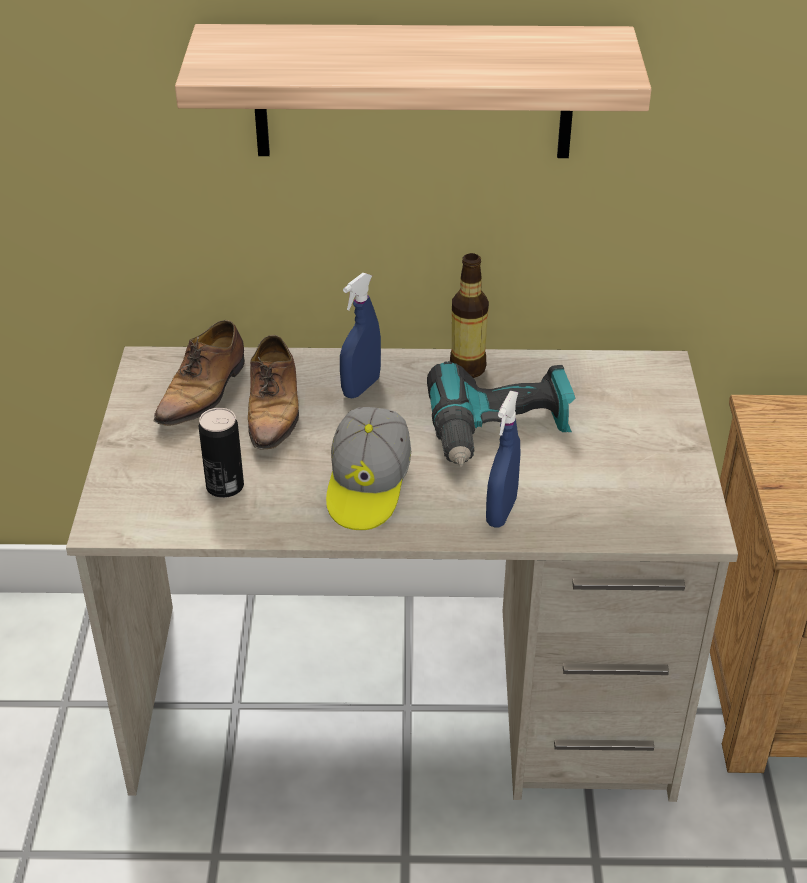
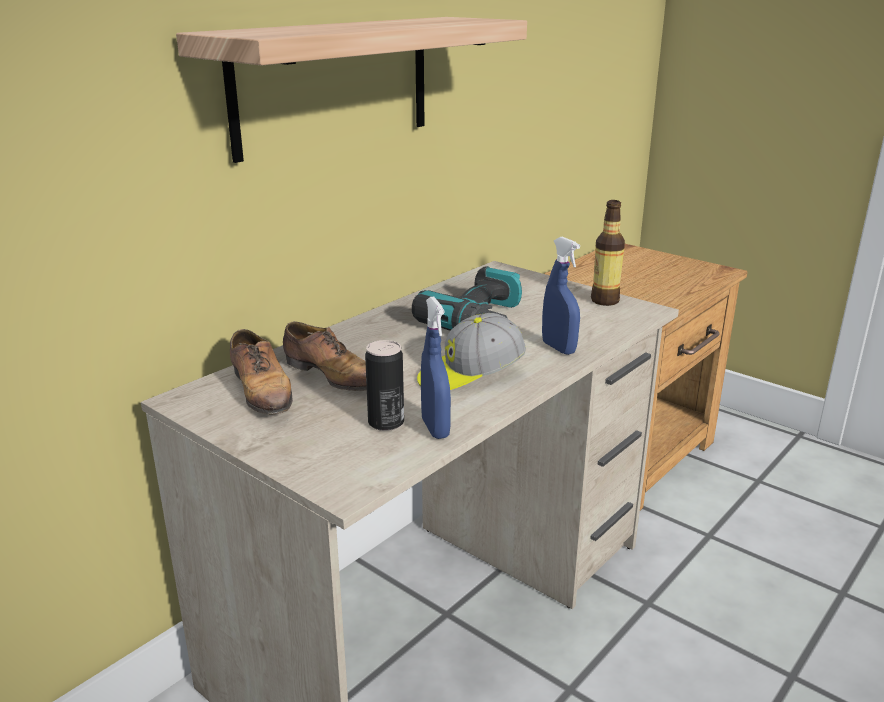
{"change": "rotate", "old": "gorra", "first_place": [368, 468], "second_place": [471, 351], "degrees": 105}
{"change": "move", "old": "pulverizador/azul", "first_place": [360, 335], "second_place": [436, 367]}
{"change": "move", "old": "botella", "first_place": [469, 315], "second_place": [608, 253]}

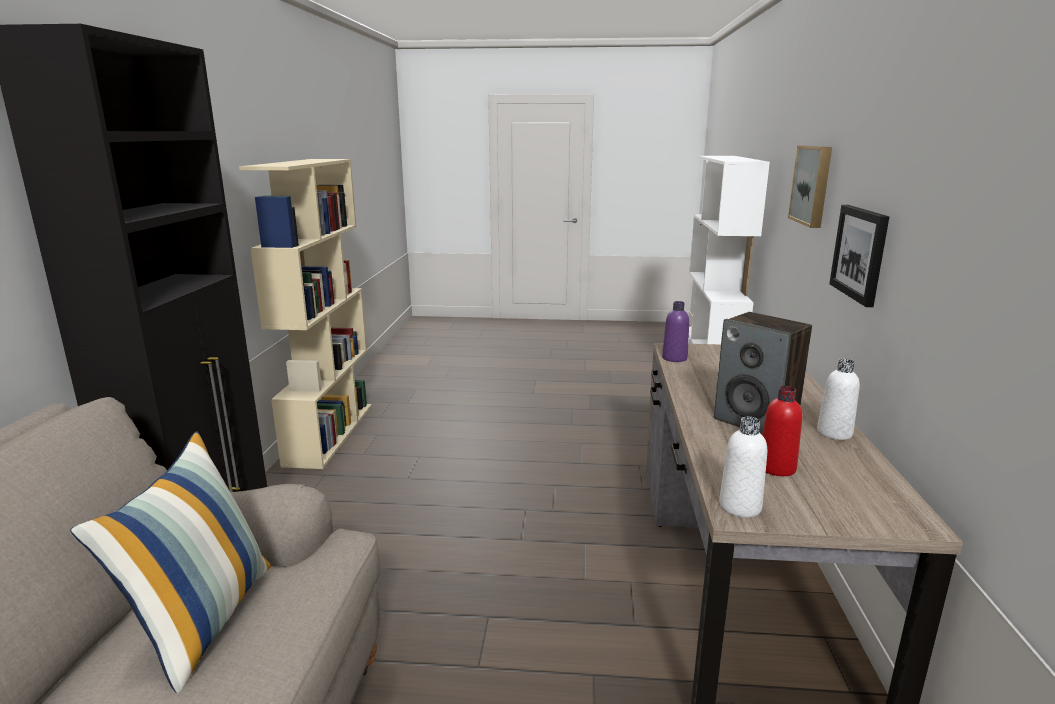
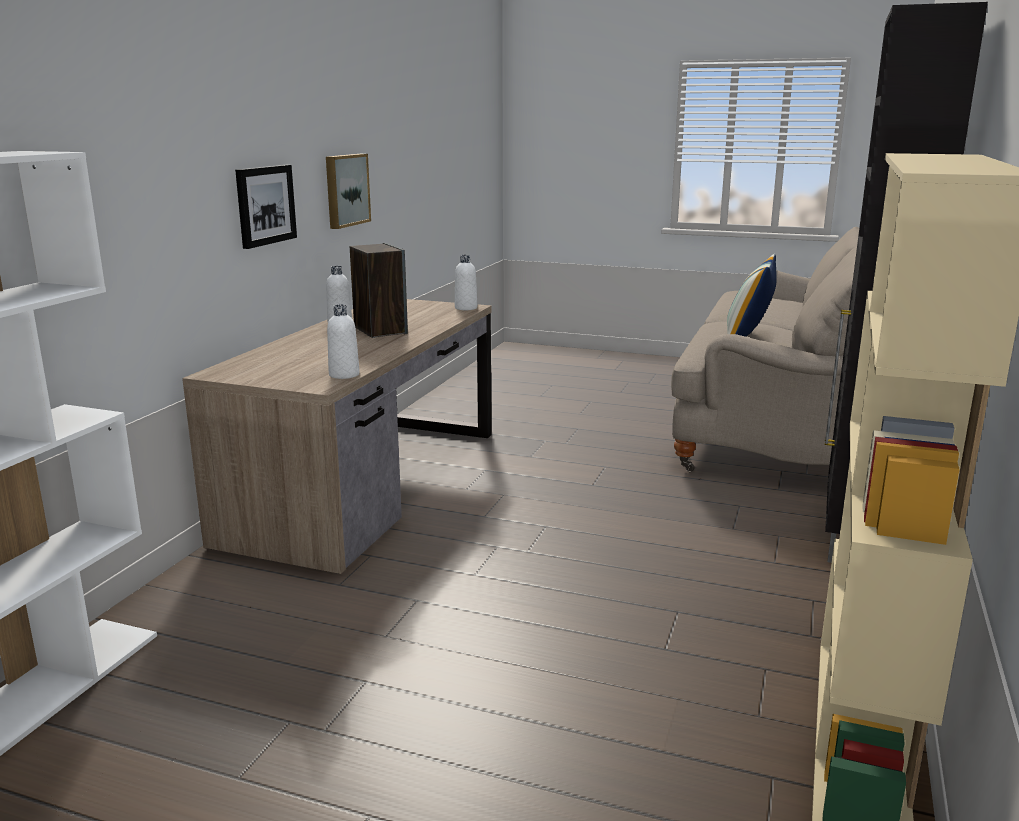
{"change": "recolor", "old": "botella/morado", "new": "botella/blanco", "first_place": [675, 331], "second_place": [343, 341]}
{"change": "delete", "old": "botella/rojo", "first_place": [782, 431]}
{"change": "move", "old": "cuadro", "first_place": [810, 186], "second_place": [348, 191]}

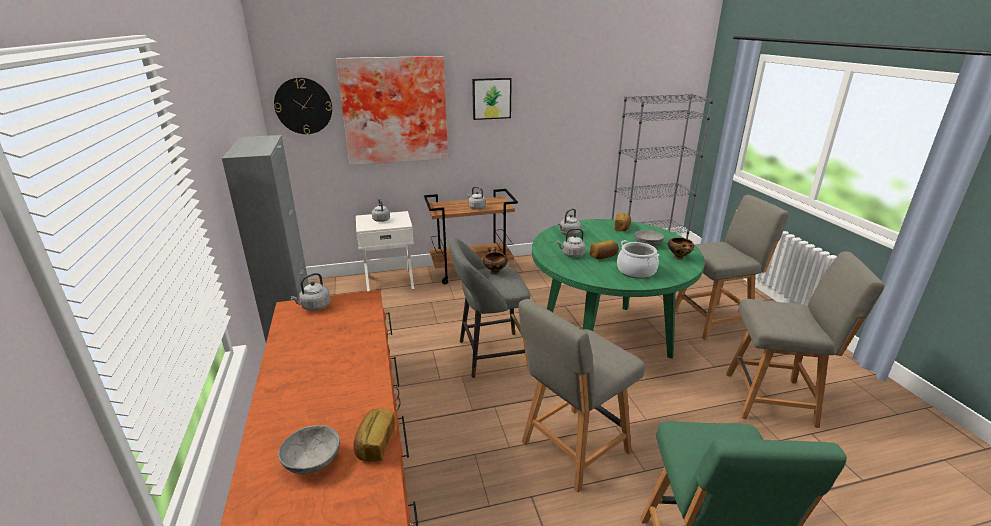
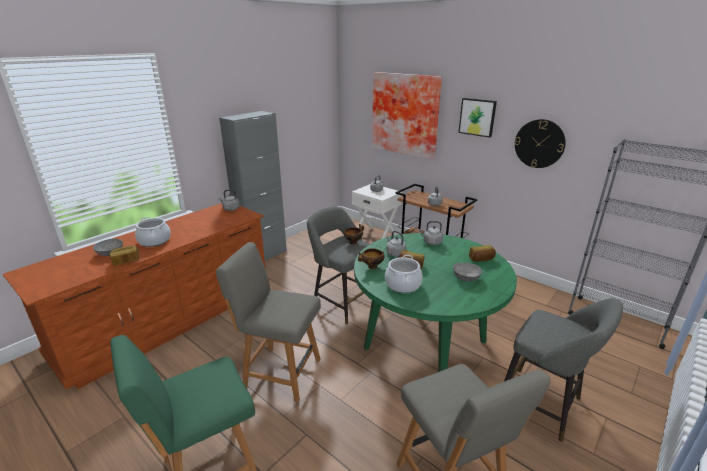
{"change": "move", "old": "reloj de pared", "first_place": [303, 106], "second_place": [540, 143]}
{"change": "move", "old": "cuenco", "first_place": [681, 249], "second_place": [371, 258]}
{"change": "replace", "old": "silla/gris", "new": "taburete/gris", "first_place": [732, 267], "second_place": [563, 370]}
{"change": "insert", "new": "olla", "second_place": [153, 232]}

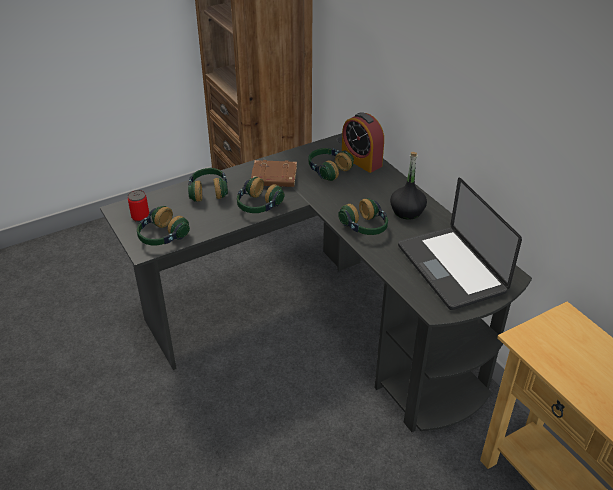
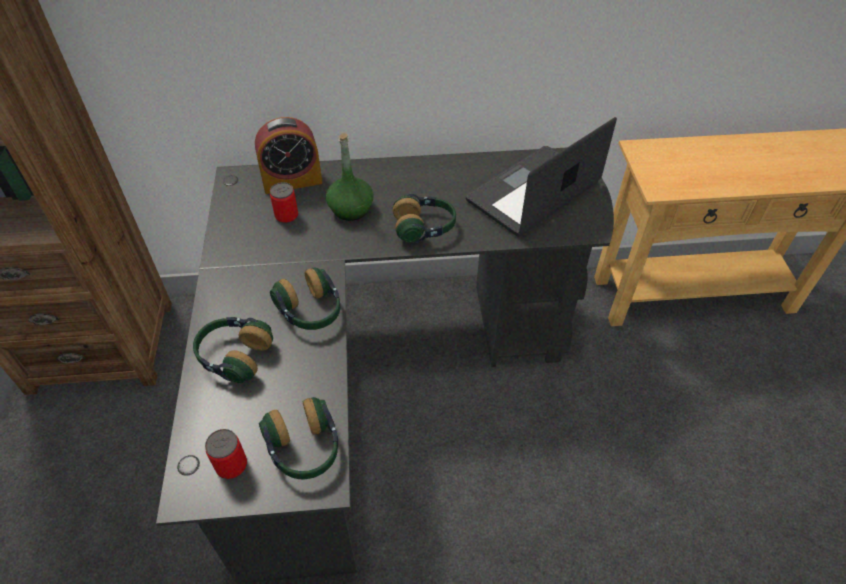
{"change": "delete", "old": "libro/marrón", "first_place": [274, 173]}
{"change": "replace", "old": "auriculares", "new": "lata", "first_place": [331, 164], "second_place": [284, 203]}
{"change": "delete", "old": "botella/negro", "first_place": [408, 186]}
{"change": "rotate", "old": "portátil", "first_place": [460, 244], "second_place": [541, 177], "degrees": 135}
{"change": "insert", "new": "botella/verde", "second_place": [350, 177]}

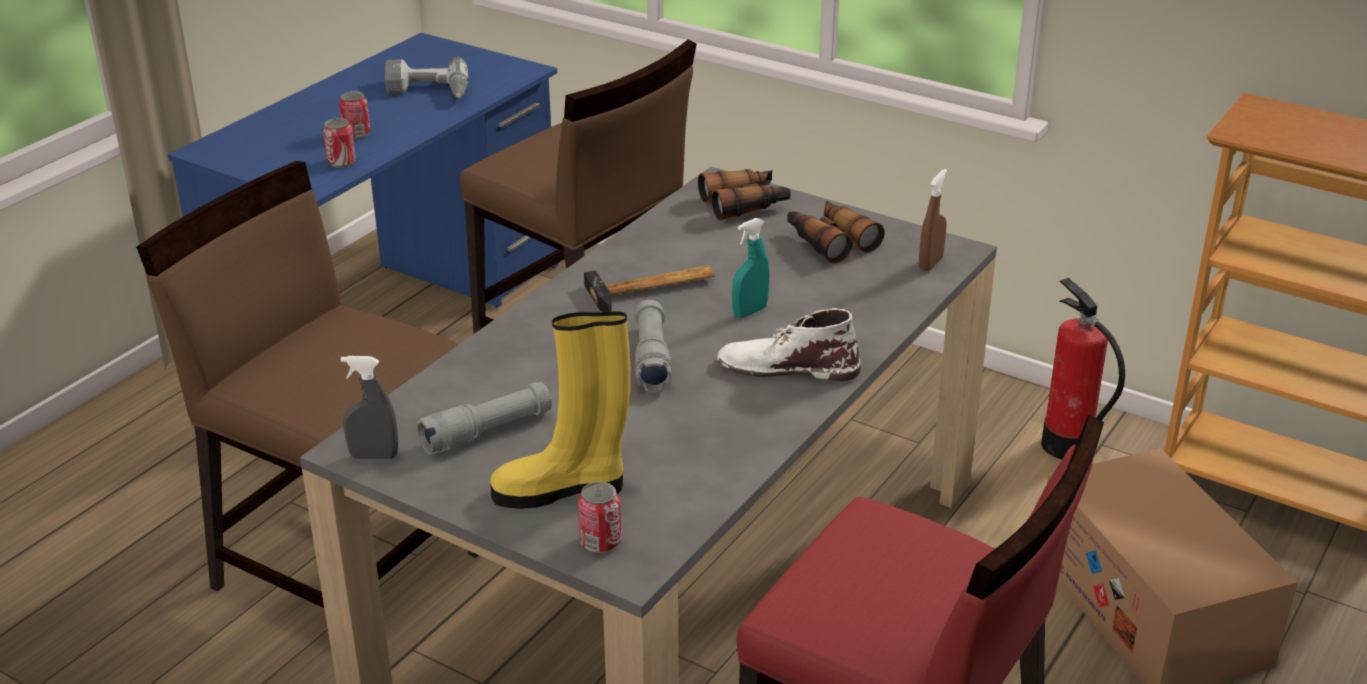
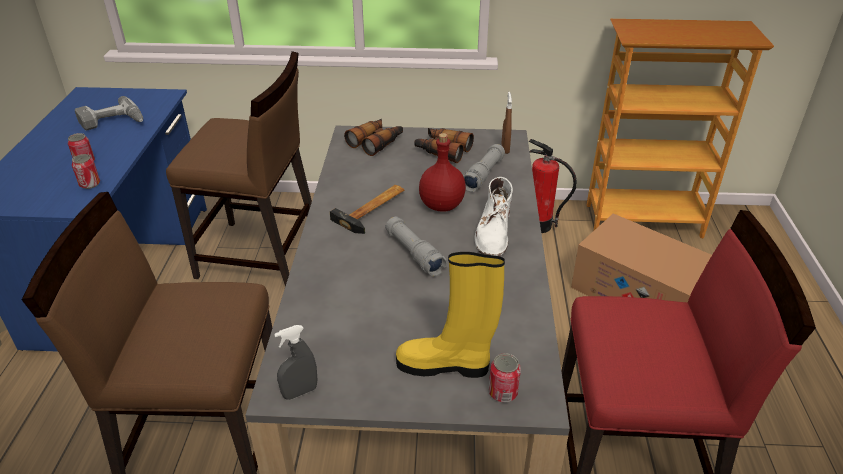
{"change": "move", "old": "linterna/gris", "first_place": [484, 418], "second_place": [484, 168]}
{"change": "rotate", "old": "bota/amarillo", "first_place": [560, 410], "second_place": [450, 315], "degrees": 45}
{"change": "rotate", "old": "bota/blanco", "first_place": [789, 344], "second_place": [493, 216], "degrees": -60}
{"change": "replace", "old": "pulverizador/turquesa", "new": "botella/rojo", "first_place": [751, 268], "second_place": [442, 172]}

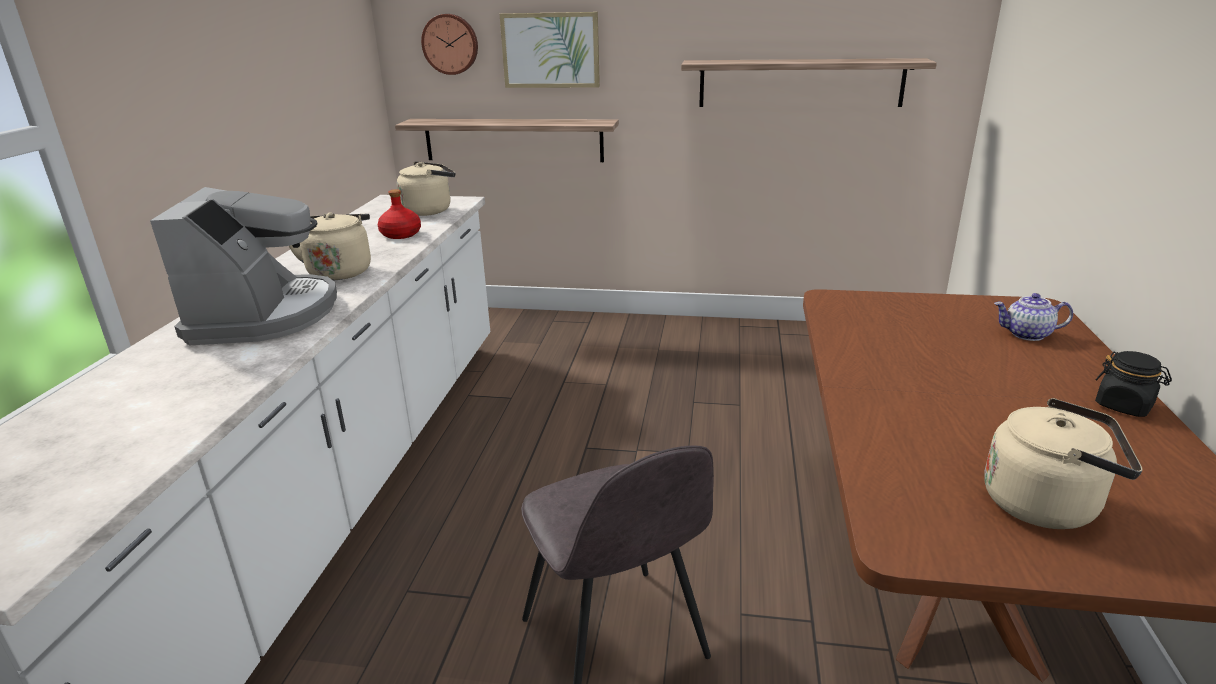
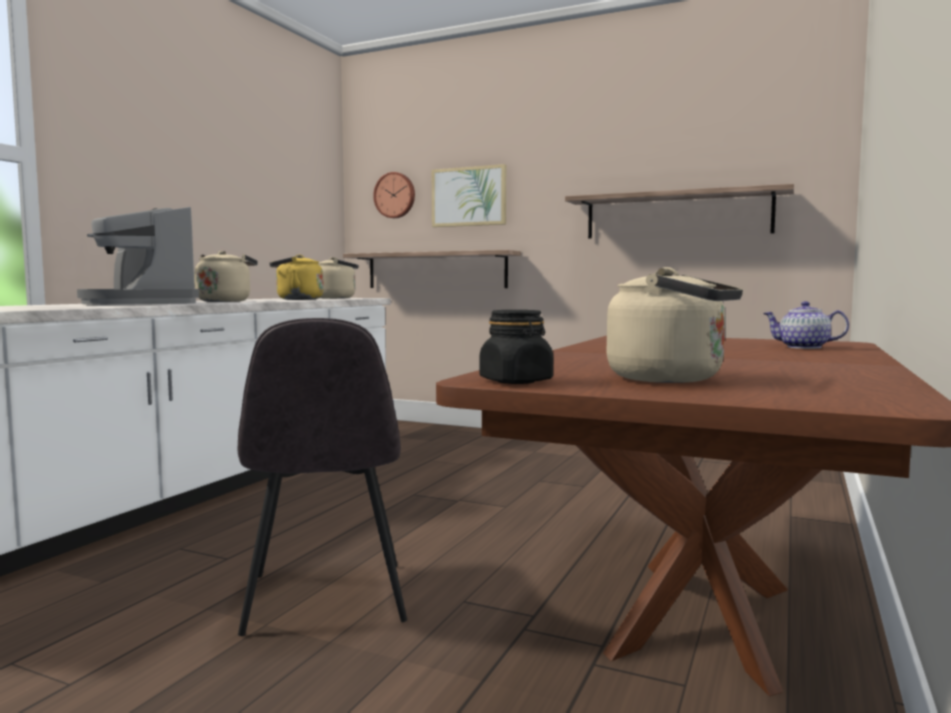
{"change": "rotate", "old": "cafetera", "first_place": [243, 266], "second_place": [138, 256], "degrees": 135}
{"change": "replace", "old": "botella/rojo", "new": "hervidor/amarillo", "first_place": [399, 214], "second_place": [296, 277]}
{"change": "move", "old": "tarro/negro", "first_place": [1133, 384], "second_place": [516, 347]}

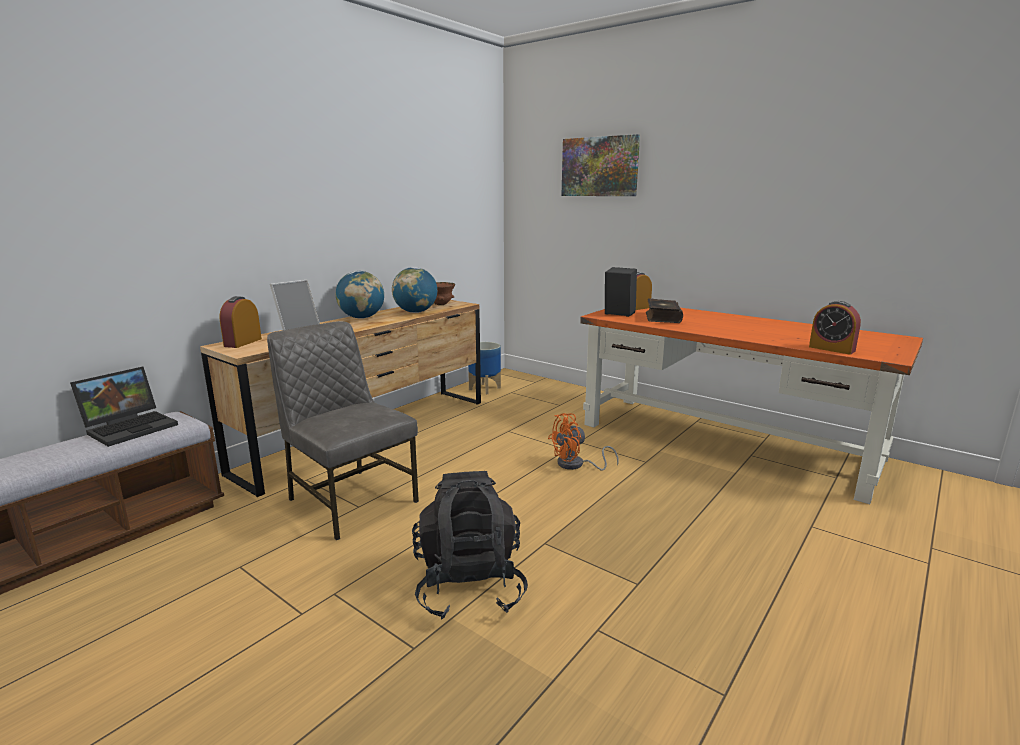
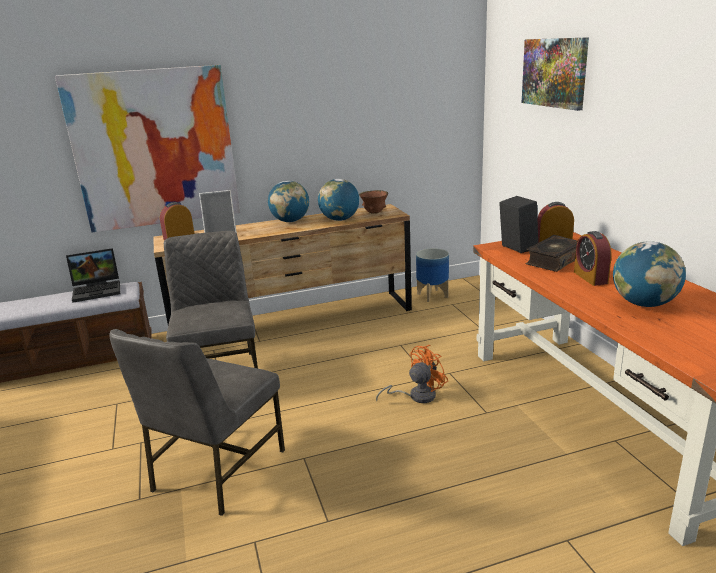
{"change": "replace", "old": "mochila/negro", "new": "silla/gris", "first_place": [470, 545], "second_place": [197, 422]}
{"change": "rotate", "old": "ventilador/naranja", "first_place": [583, 442], "second_place": [412, 374], "degrees": 135}
{"change": "move", "old": "despertador", "first_place": [835, 327], "second_place": [593, 258]}
{"change": "insert", "new": "cuadro", "second_place": [147, 148]}
{"change": "insert", "new": "globo terráqueo", "second_place": [649, 274]}

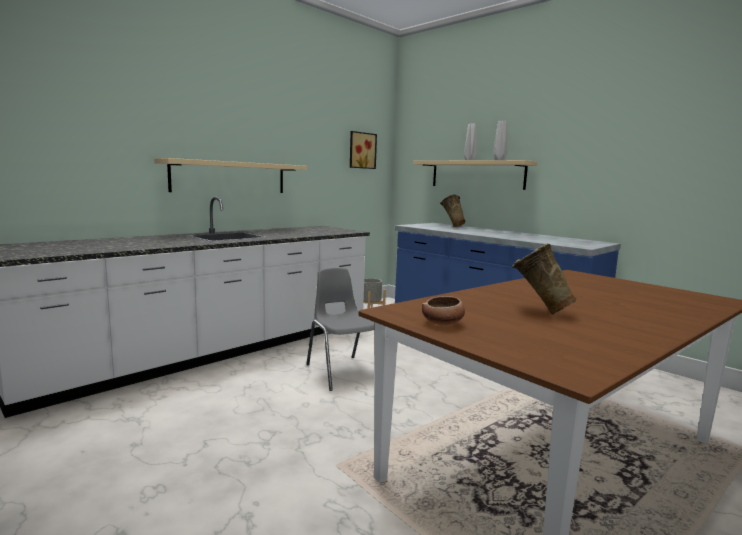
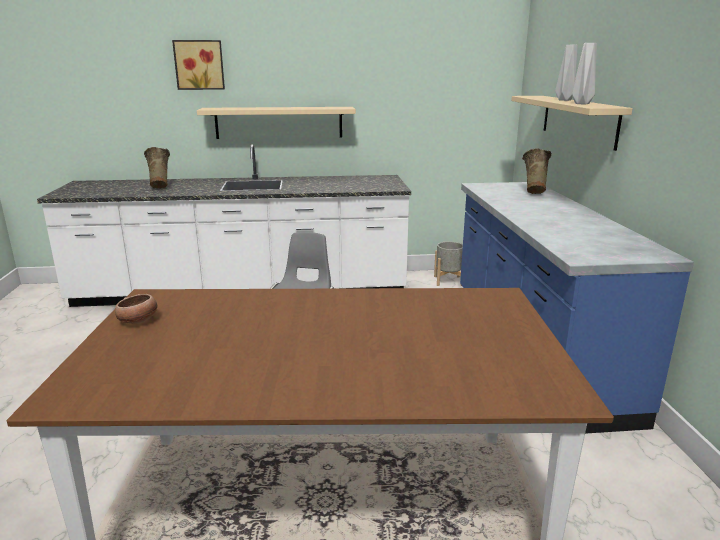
{"change": "move", "old": "cuadro", "first_place": [363, 150], "second_place": [198, 65]}
{"change": "move", "old": "florero/beis", "first_place": [544, 279], "second_place": [157, 168]}

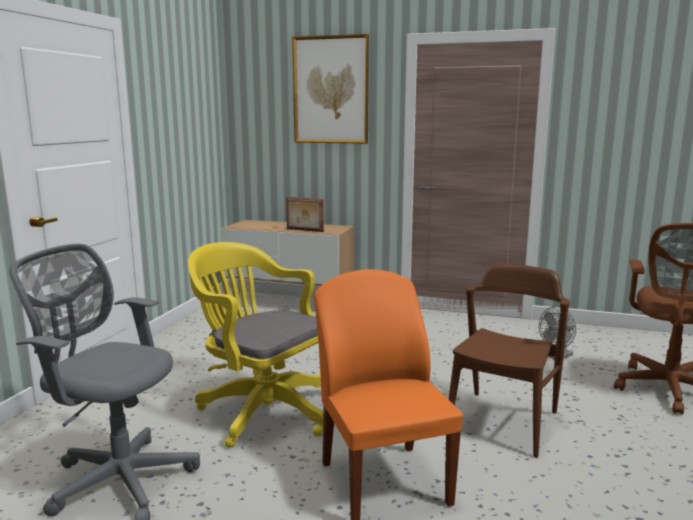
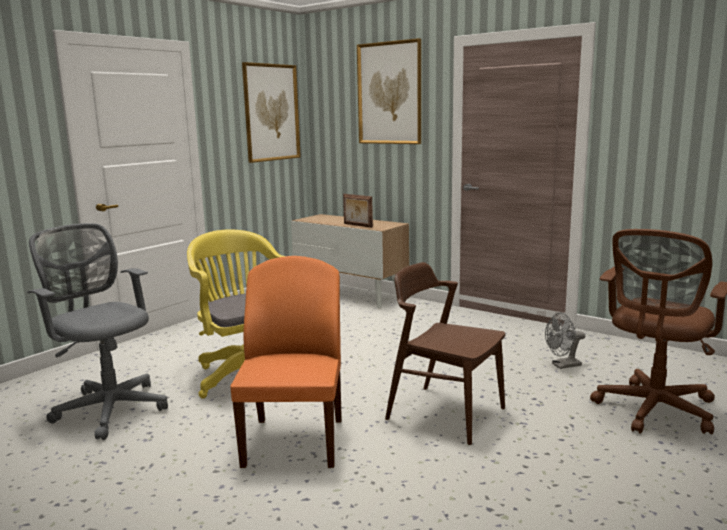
{"change": "rotate", "old": "silla/marrón", "first_place": [509, 360], "second_place": [445, 353], "degrees": -105}
{"change": "insert", "new": "cuadro", "second_place": [271, 112]}

